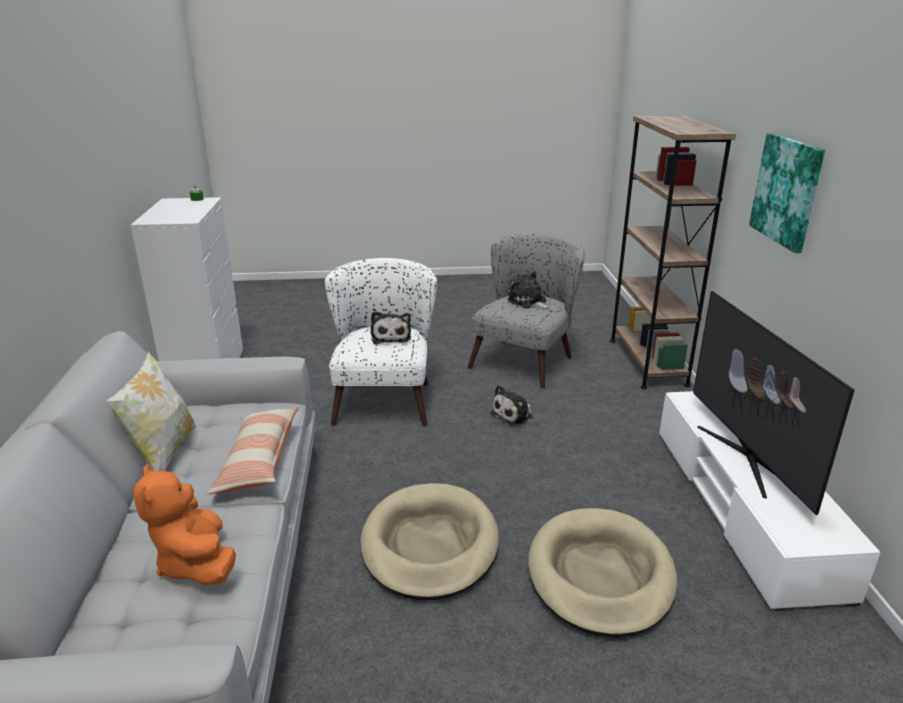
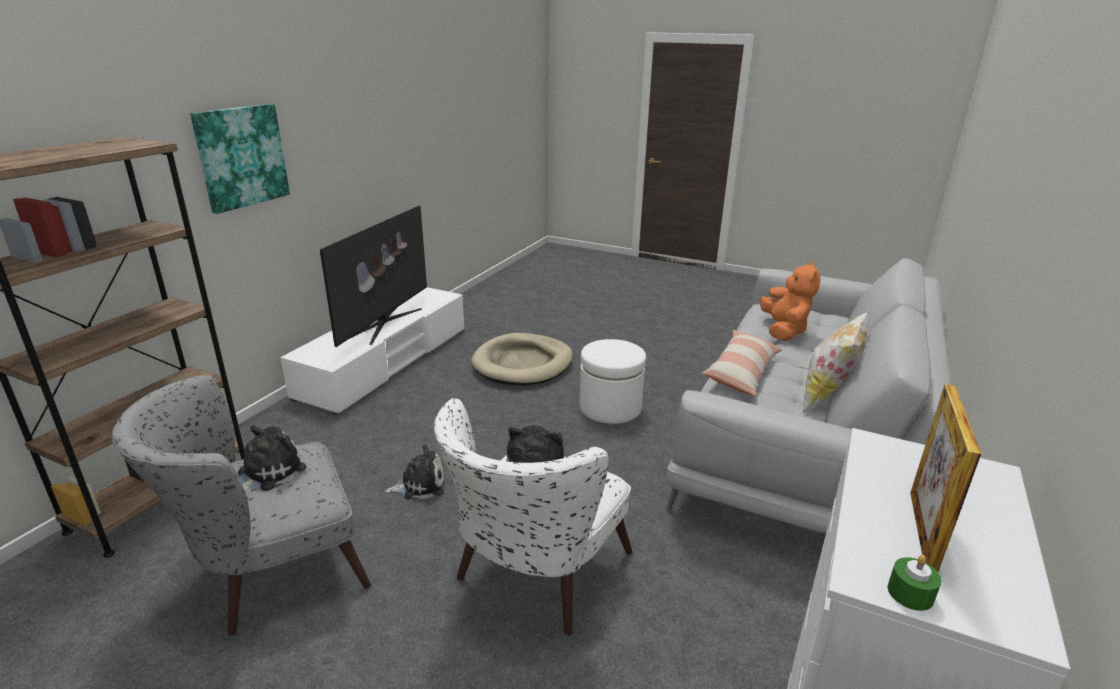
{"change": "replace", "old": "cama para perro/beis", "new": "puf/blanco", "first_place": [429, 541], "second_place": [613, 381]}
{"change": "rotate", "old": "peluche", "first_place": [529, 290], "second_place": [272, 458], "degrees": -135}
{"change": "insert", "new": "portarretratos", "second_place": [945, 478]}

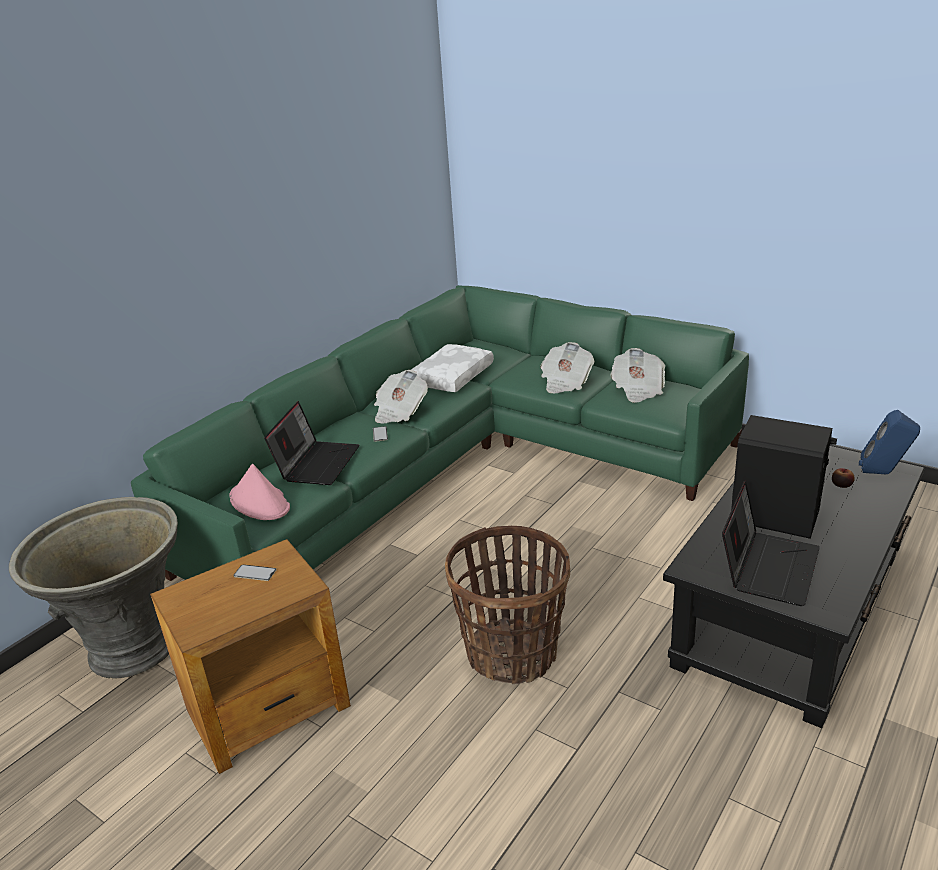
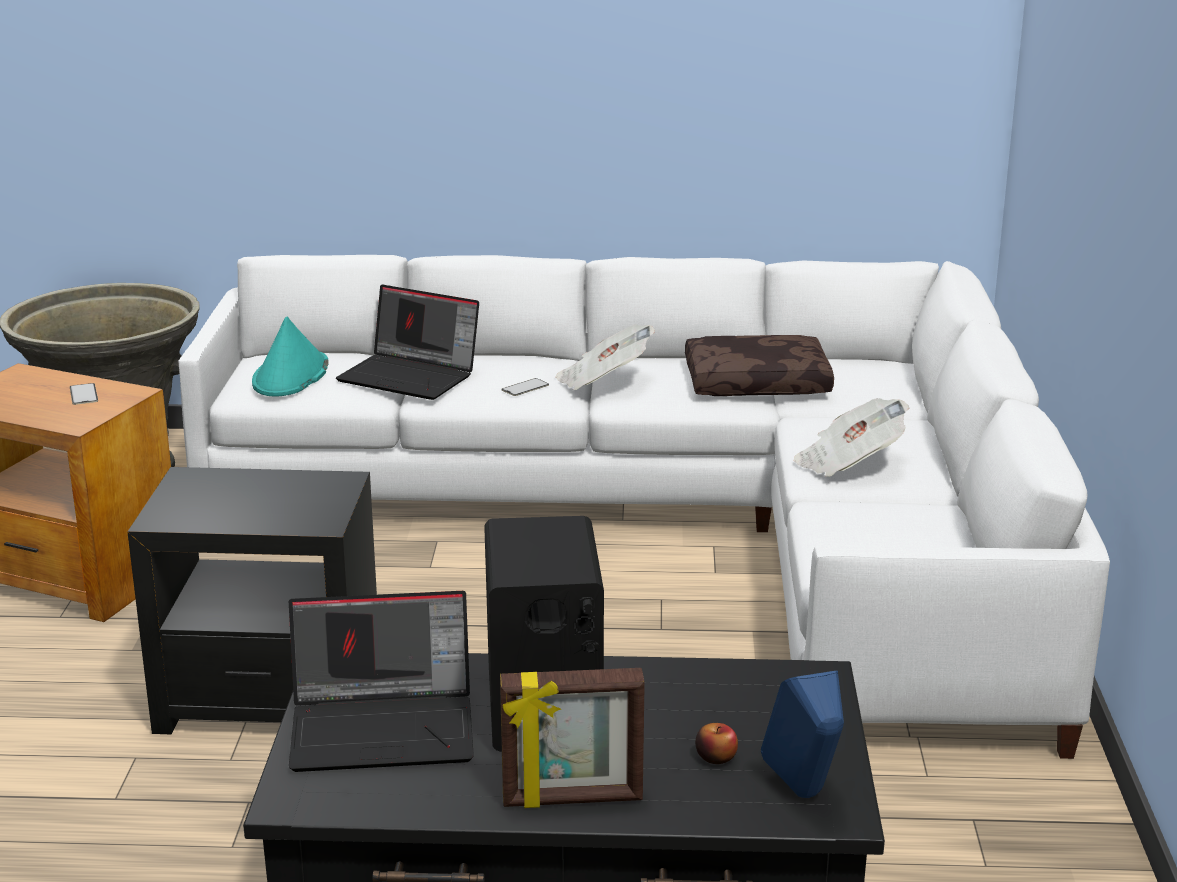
{"change": "recolor", "old": "sofá/verde", "new": "sofá/blanco", "first_place": [440, 433], "second_place": [644, 507]}
{"change": "recolor", "old": "sombrero/rosa", "new": "sombrero/turquesa", "first_place": [259, 491], "second_place": [290, 356]}
{"change": "rotate", "old": "portátil", "first_place": [311, 443], "second_place": [407, 342], "degrees": 45}
{"change": "recolor", "old": "cojín/blanco", "new": "cojín/marrón", "first_place": [452, 368], "second_place": [759, 365]}
{"change": "replace", "old": "cesta", "new": "mesa auxiliar/negro", "first_place": [507, 605], "second_place": [252, 600]}
{"change": "delete", "old": "periódico", "first_place": [637, 375]}
{"change": "insert", "new": "portarretratos", "second_place": [572, 738]}

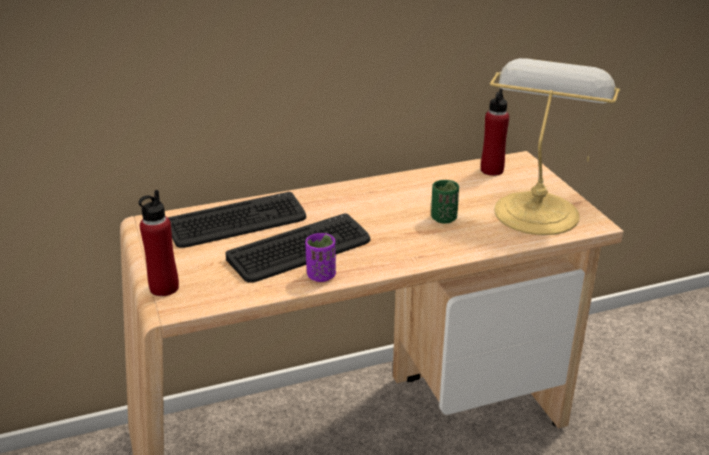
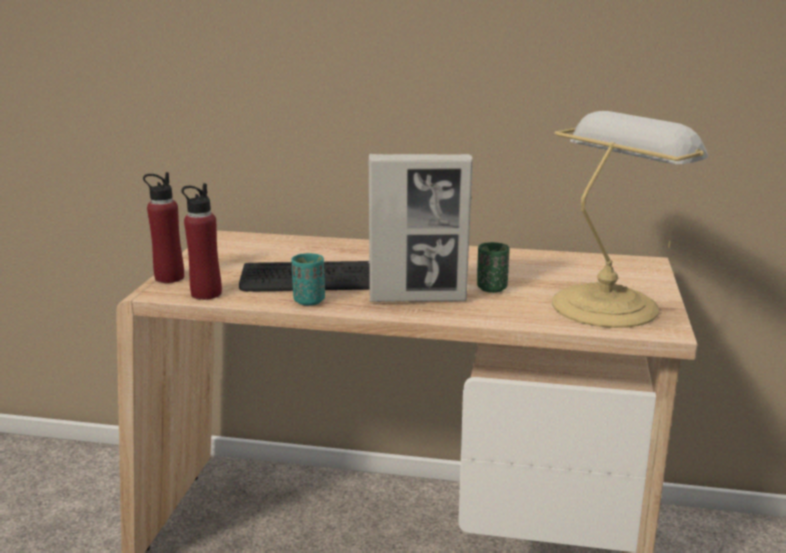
{"change": "delete", "old": "teclado", "first_place": [237, 220]}
{"change": "recolor", "old": "taza/morado", "new": "taza/turquesa", "first_place": [320, 257], "second_place": [308, 279]}
{"change": "move", "old": "botella/rojo", "first_place": [495, 132], "second_place": [201, 241]}
{"change": "insert", "new": "portarretratos", "second_place": [421, 228]}

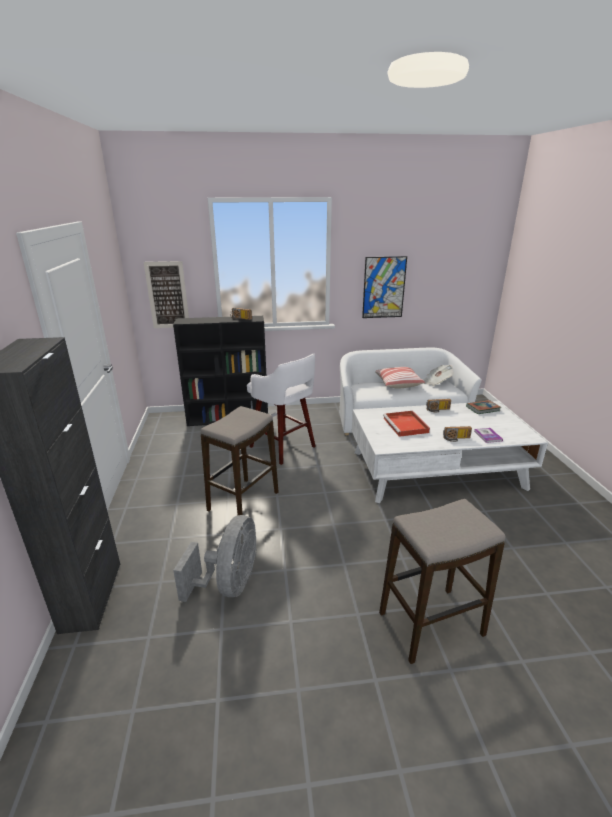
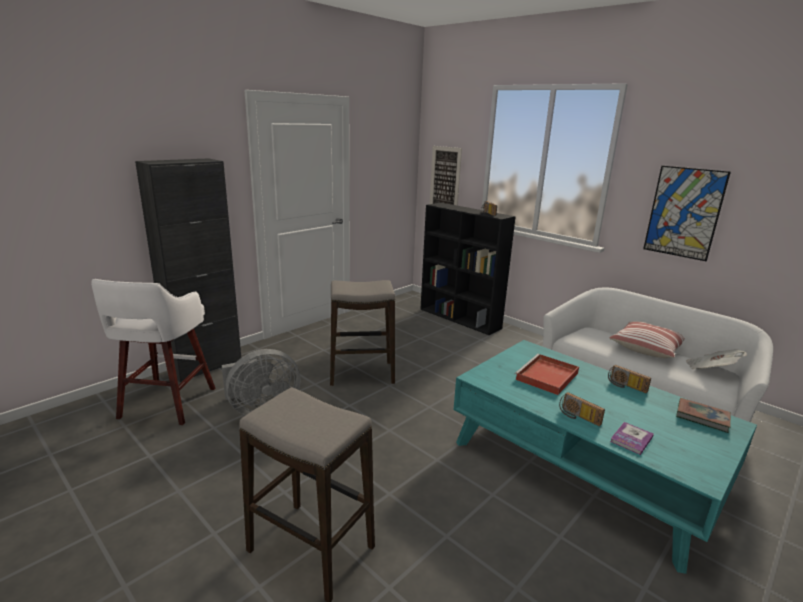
{"change": "move", "old": "taburete/blanco", "first_place": [281, 409], "second_place": [153, 352]}
{"change": "recolor", "old": "mesa de centro/blanco", "new": "mesa de centro/turquesa", "first_place": [450, 452], "second_place": [605, 457]}

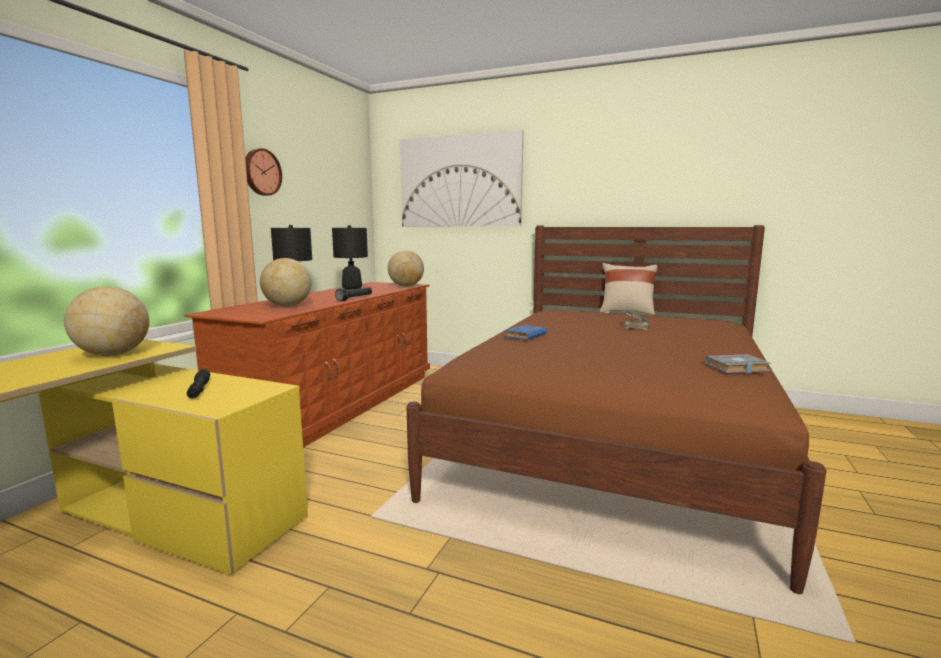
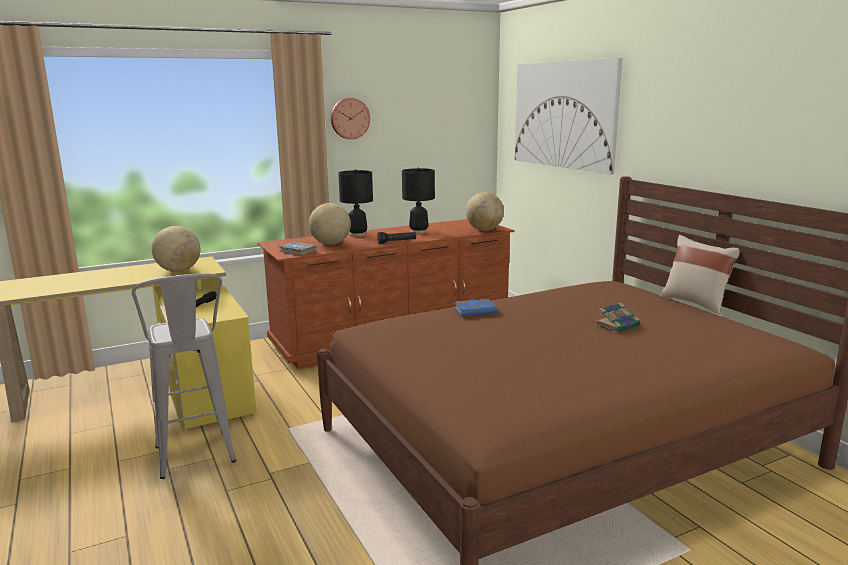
{"change": "move", "old": "libro/gris", "first_place": [738, 363], "second_place": [297, 248]}
{"change": "insert", "new": "taburete/gris", "second_place": [184, 376]}

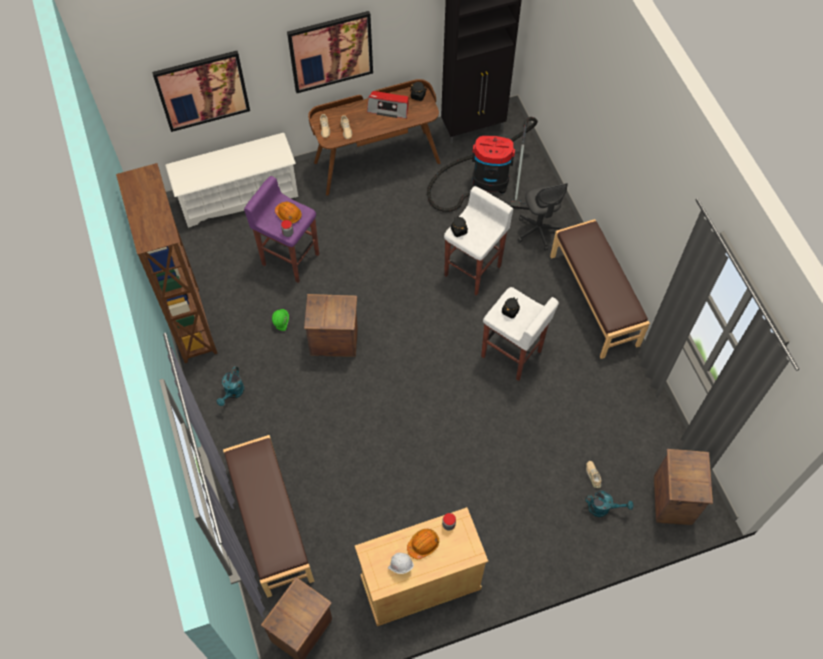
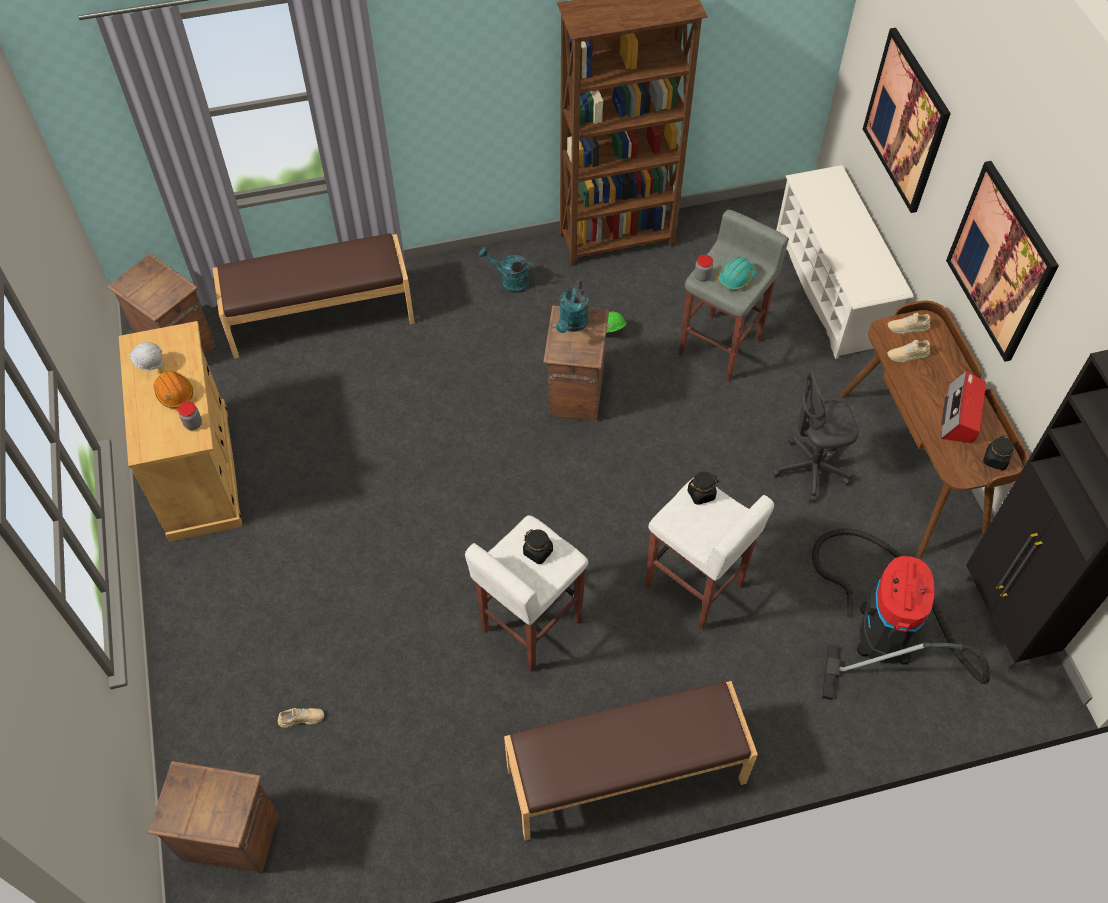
{"change": "recolor", "old": "taburete/morado", "new": "taburete/gris", "first_place": [281, 229], "second_place": [734, 295]}
{"change": "recolor", "old": "casco/naranja", "new": "casco/turquesa", "first_place": [288, 213], "second_place": [737, 273]}
{"change": "move", "old": "silla de oficina/gris", "first_place": [543, 217], "second_place": [816, 433]}
{"change": "move", "old": "regadera/turquesa", "first_place": [609, 504], "second_place": [572, 306]}

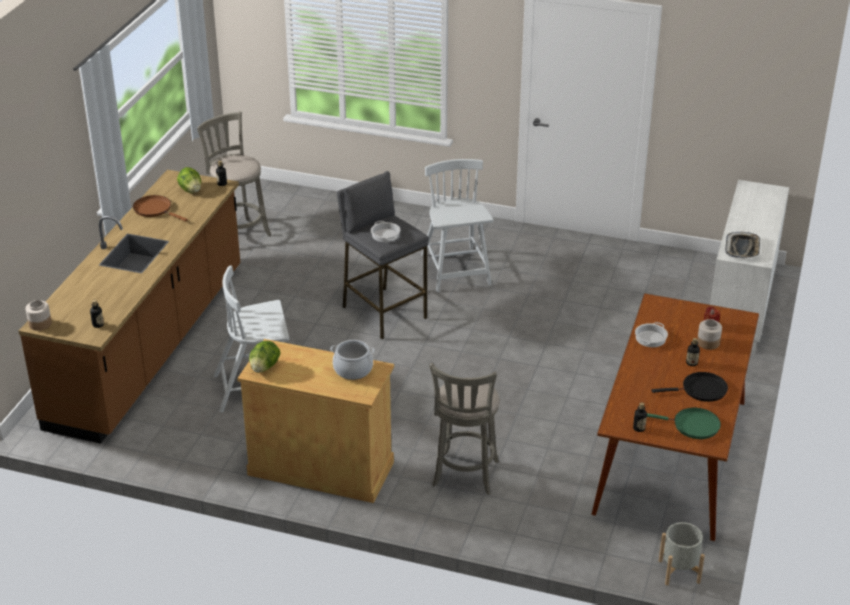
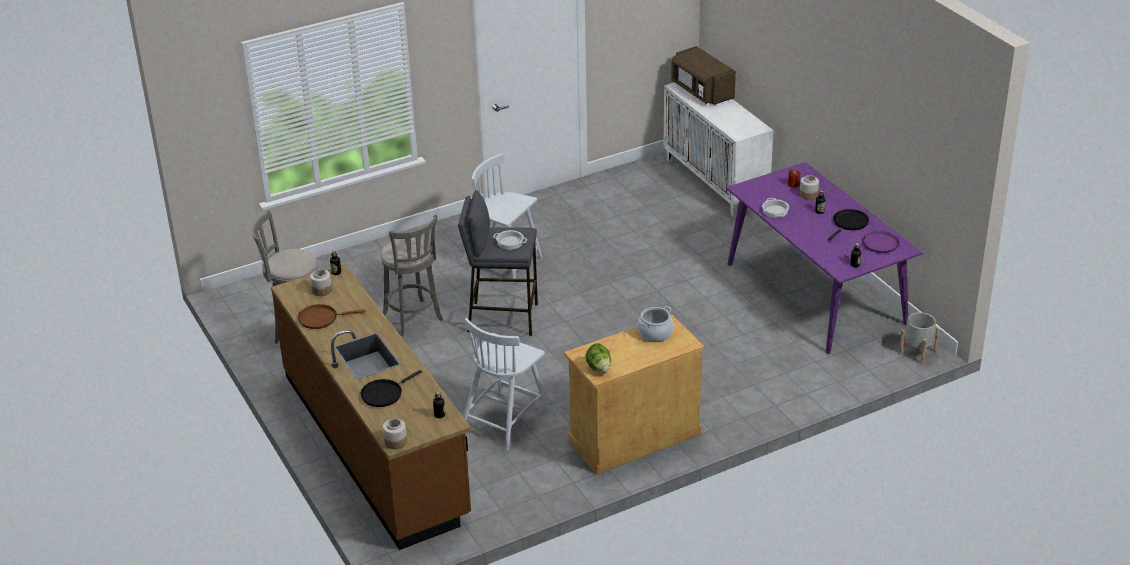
{"change": "replace", "old": "lechuga", "new": "tarro", "first_place": [189, 180], "second_place": [321, 282]}
{"change": "move", "old": "taburete/gris", "first_place": [464, 429], "second_place": [411, 275]}
{"change": "recolor", "old": "mesa de comedor/marrón", "new": "mesa de comedor/morado", "first_place": [675, 417], "second_place": [824, 258]}
{"change": "recolor", "old": "sartén/verde", "new": "sartén/morado", "first_place": [684, 423], "second_place": [872, 244]}
{"change": "delete", "old": "bandeja", "first_place": [742, 245]}
{"change": "insert", "new": "sartén/negro", "second_place": [391, 388]}
{"change": "insert", "new": "microondas/marrón", "second_place": [703, 75]}

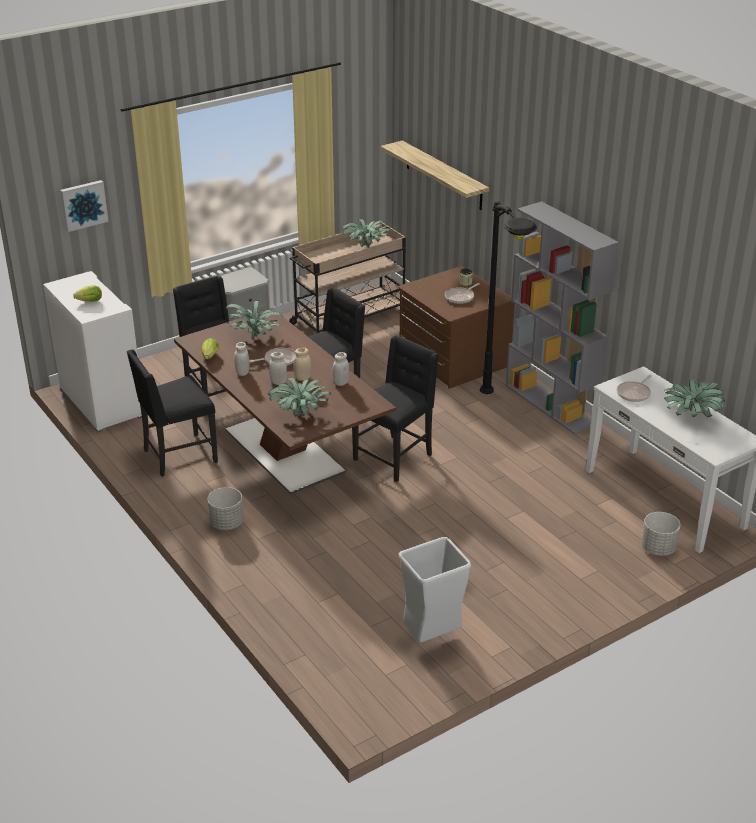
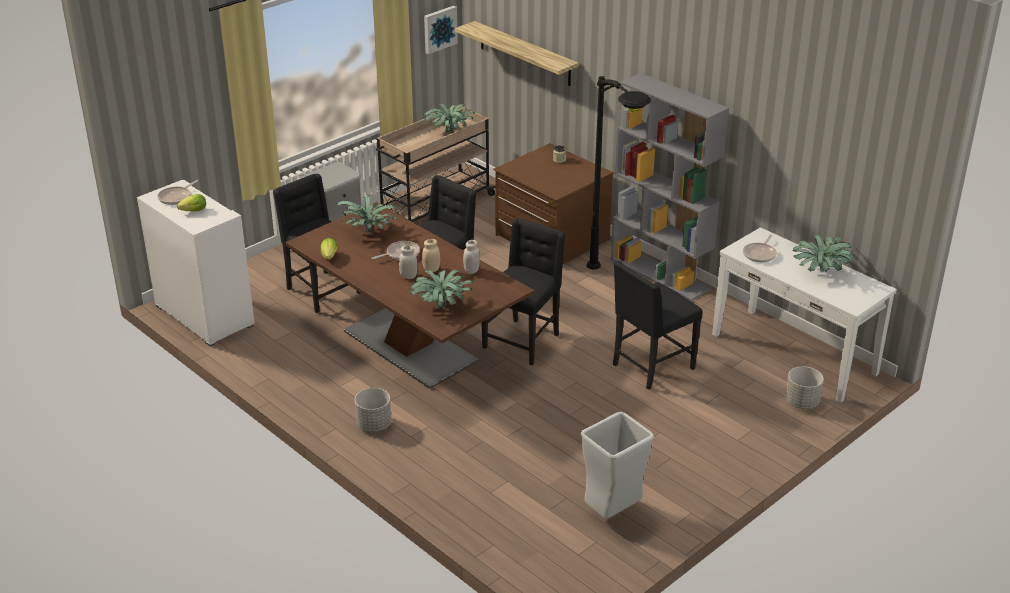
{"change": "move", "old": "cuadro", "first_place": [84, 206], "second_place": [441, 30]}
{"change": "move", "old": "silla/negro", "first_place": [172, 413], "second_place": [657, 325]}
{"change": "delete", "old": "tarro/blanco", "first_place": [242, 359]}
{"change": "move", "old": "sartén", "first_place": [462, 293], "second_place": [178, 192]}

